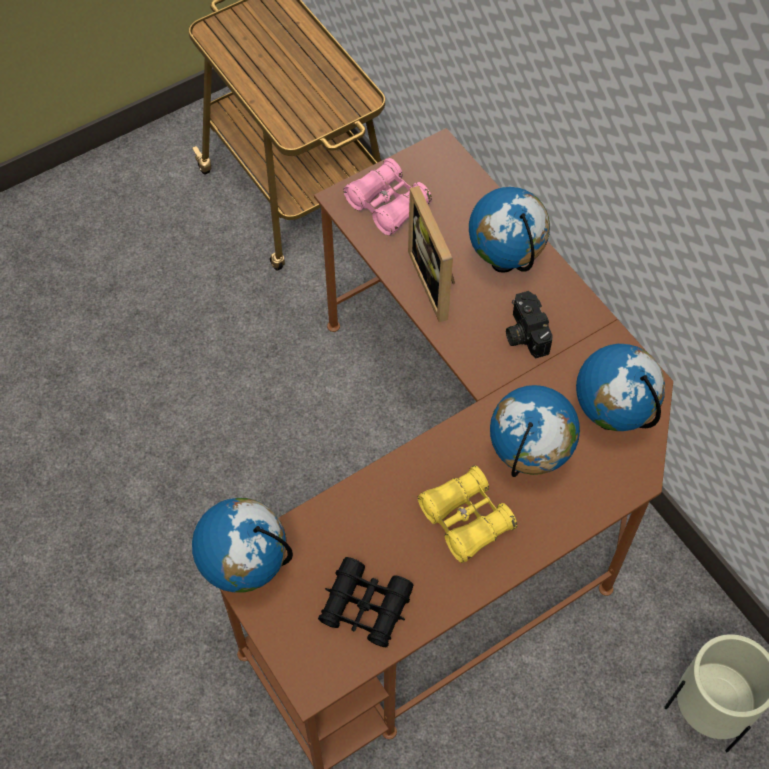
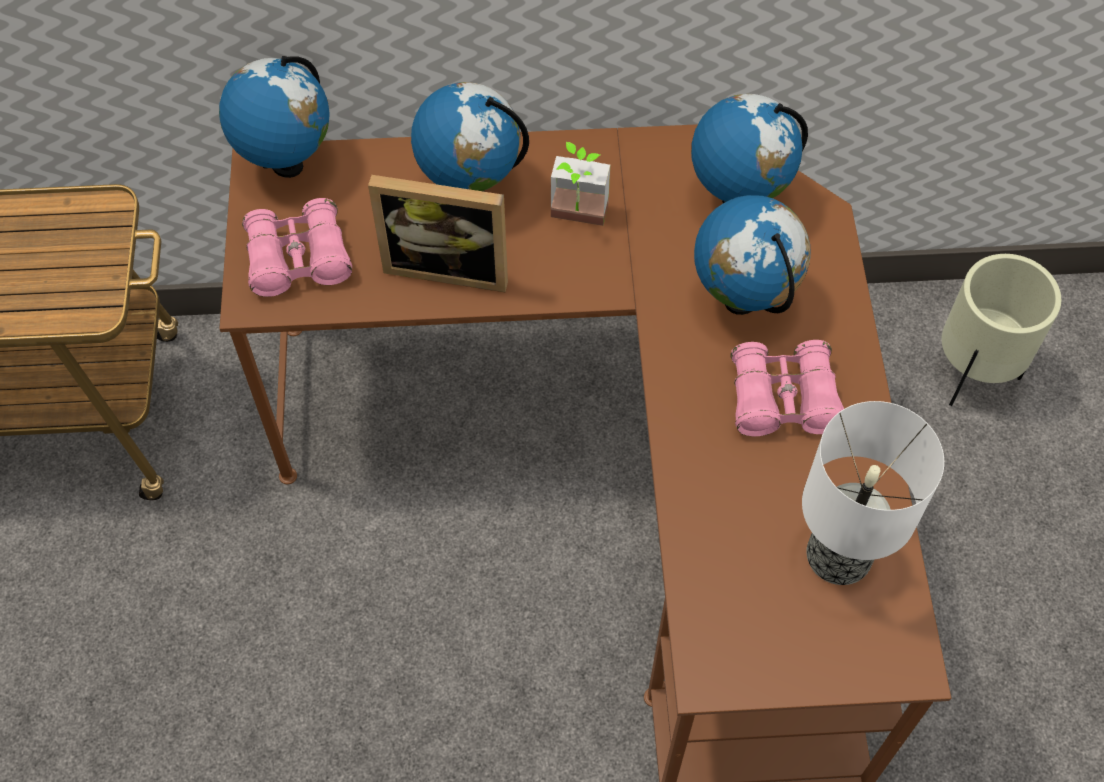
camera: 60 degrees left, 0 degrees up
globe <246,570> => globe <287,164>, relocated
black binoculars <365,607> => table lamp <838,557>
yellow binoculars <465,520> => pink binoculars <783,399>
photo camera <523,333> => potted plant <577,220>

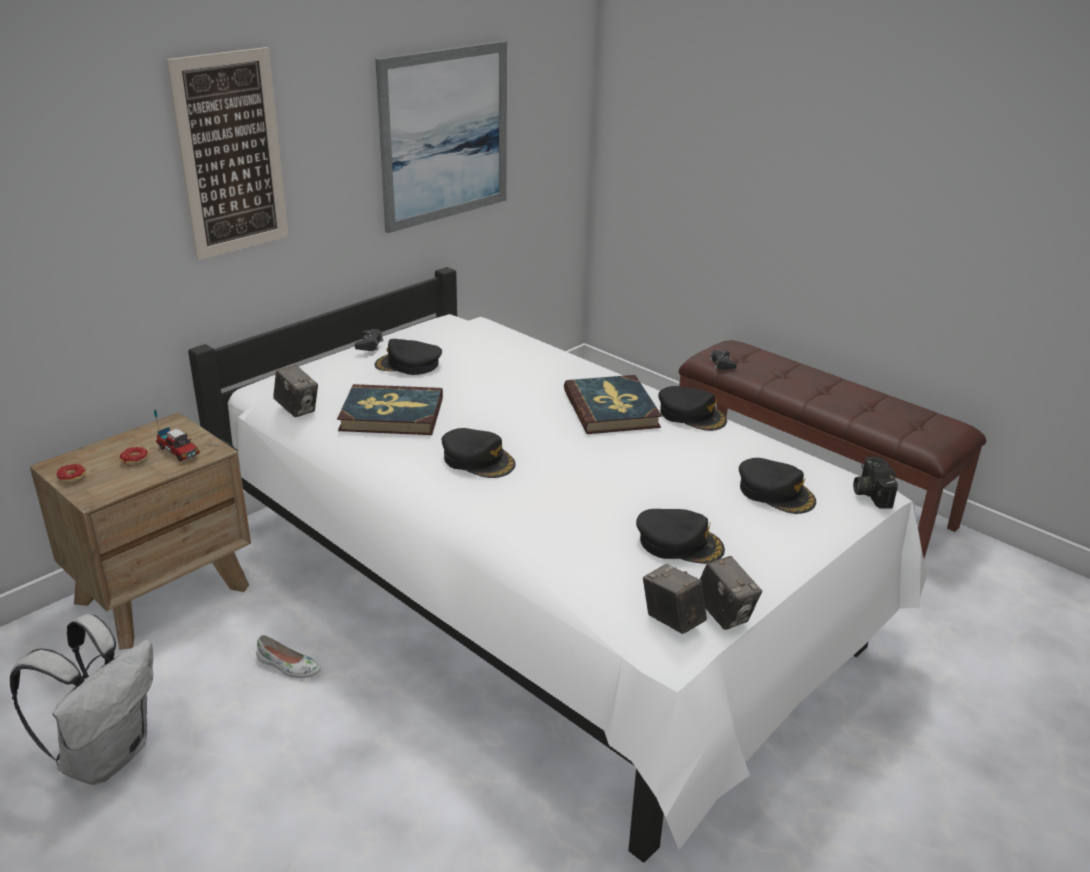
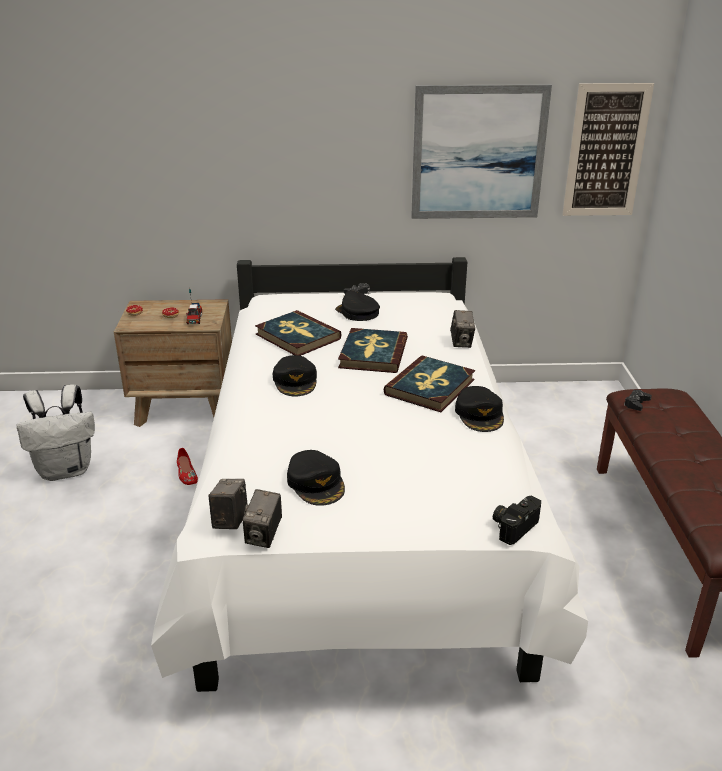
camera: 45 degrees right, 0 degrees up
picture <231,154> => picture <606,151>, relocated
white shoe <288,666> => red shoe <186,474>
photo camera <297,409> => photo camera <461,342>, relocated
black cap <776,493> => nothing
nothing => book <372,354>

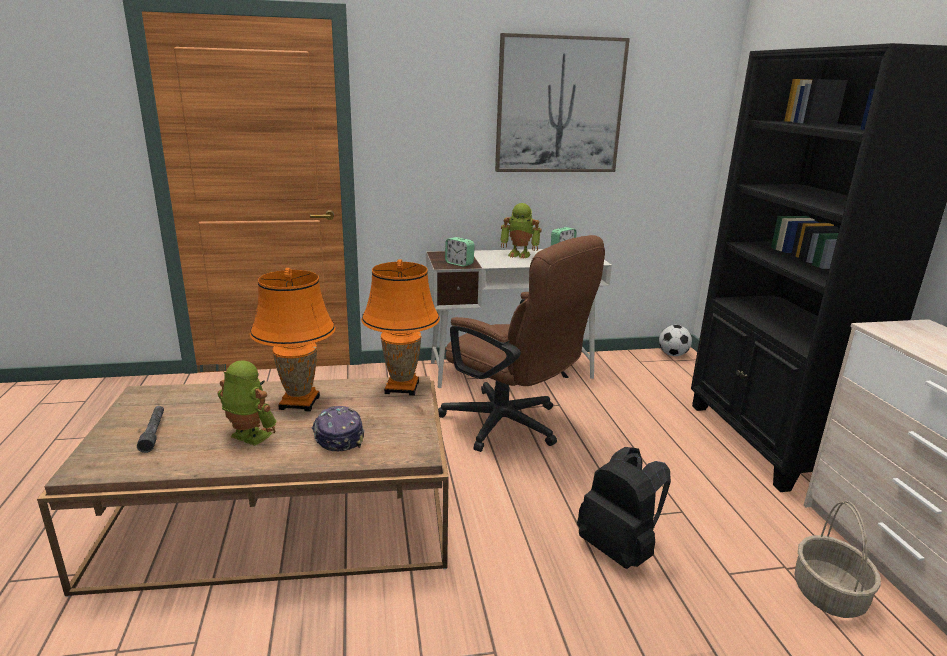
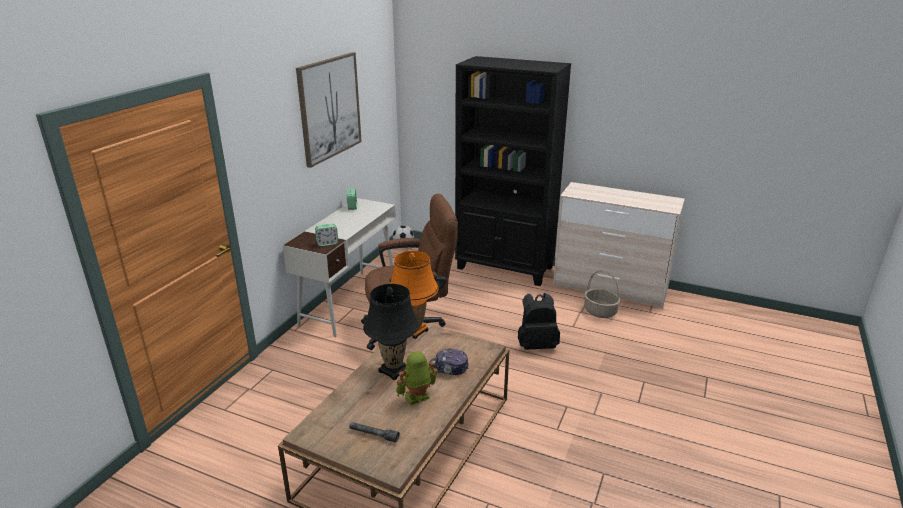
camera: 55 degrees left, 5 degrees up
orange table lamp <299,403> => black table lamp <394,371>
toy robot <519,254> => nothing

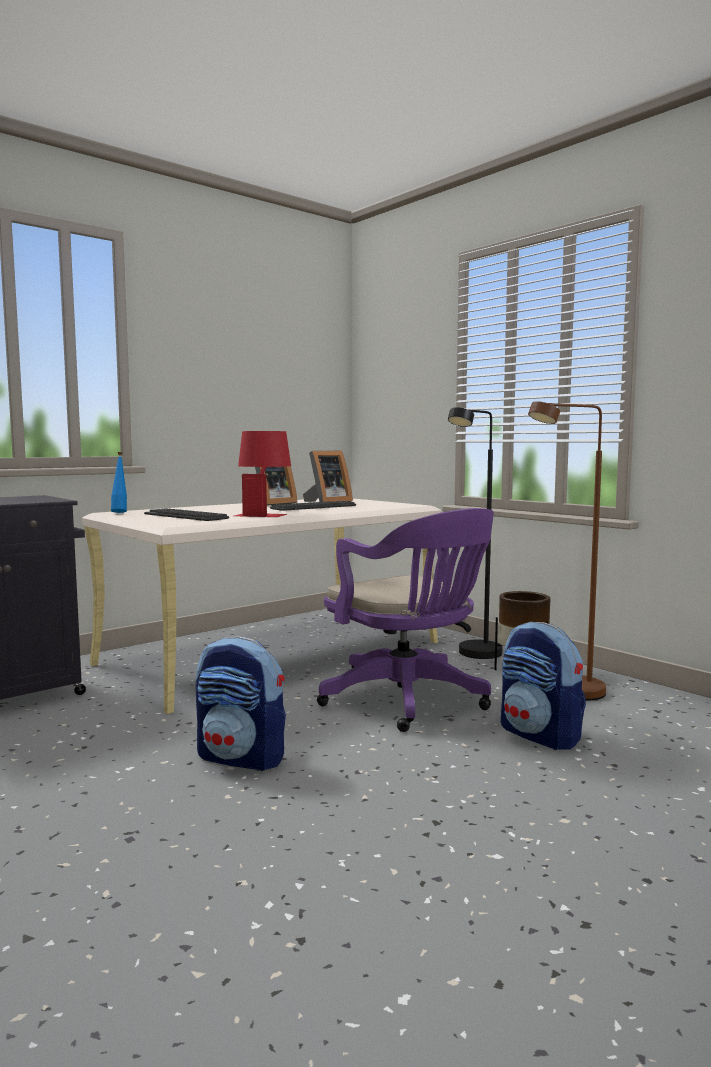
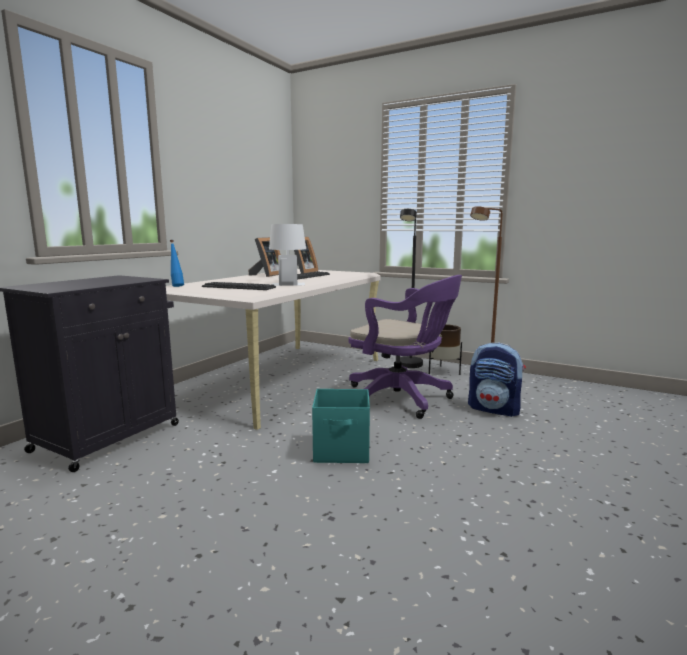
camera: 20 degrees left, 5 degrees up
backpack <242,758> => turquoise storage box <342,451>
red table lamp <264,514> => white table lamp <288,283>

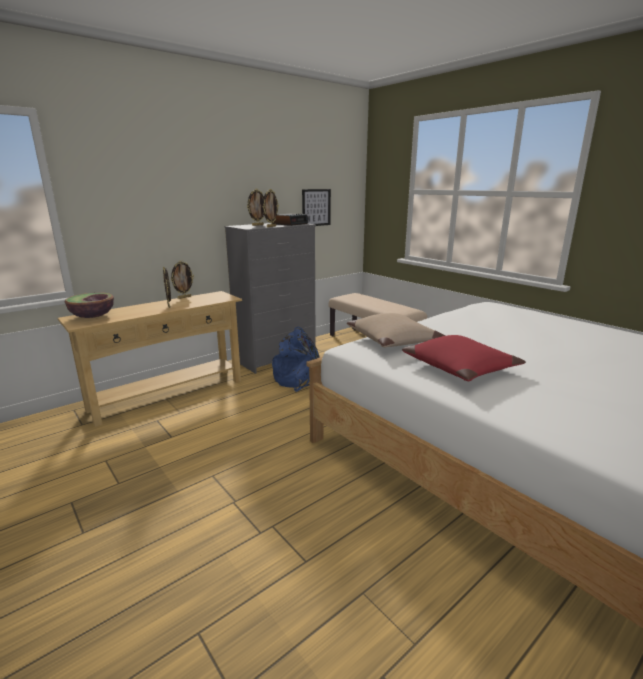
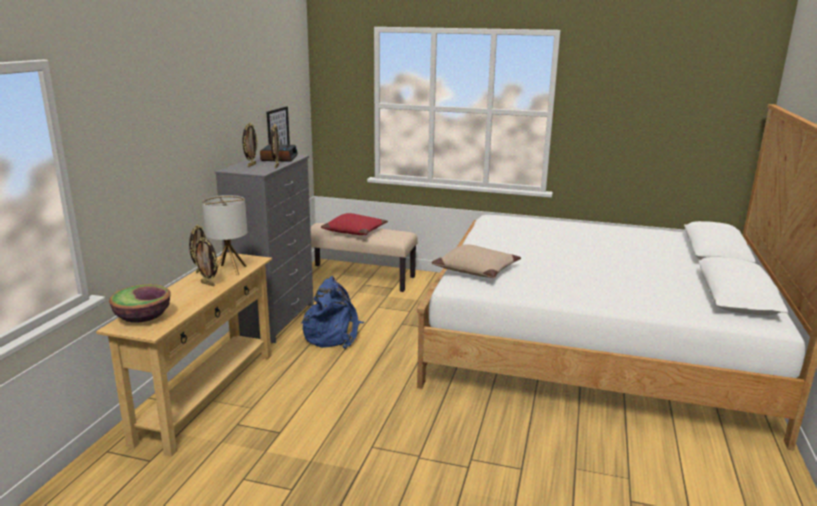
camera: 35 degrees left, 0 degrees up
red pillow <460,367> => red pillow <355,231>, relocated
nothing => table lamp <229,270>

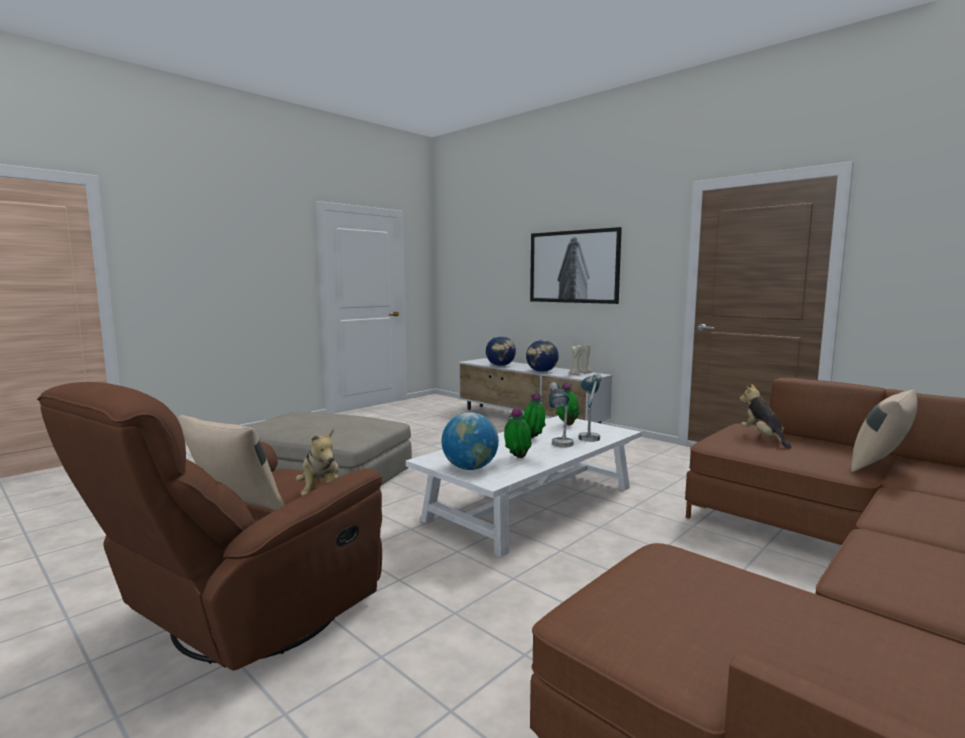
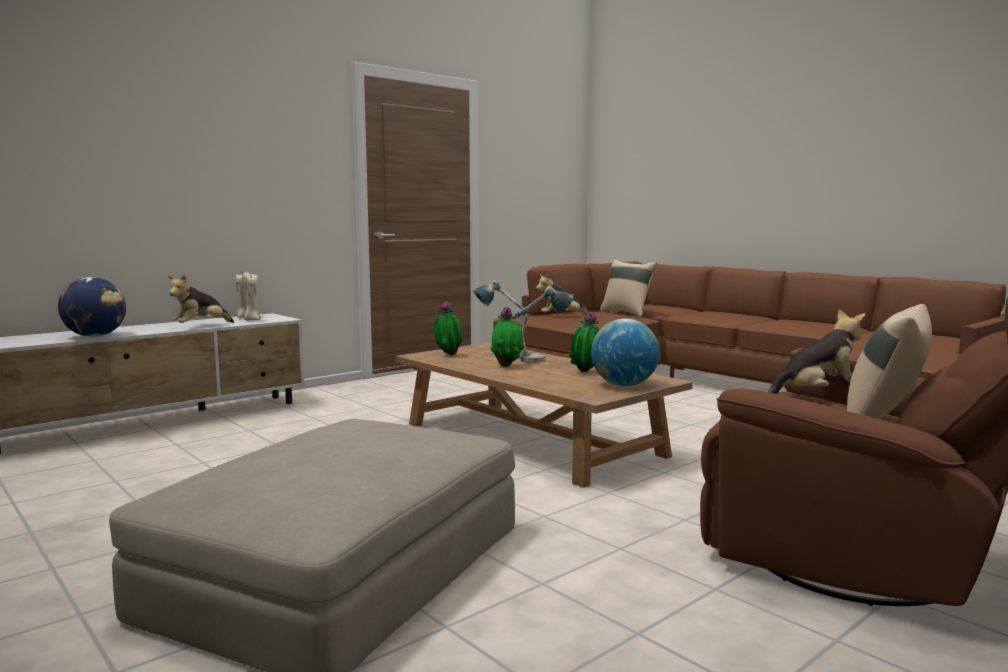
camera: 85 degrees left, 0 degrees up
white coffee table <533,503> => brown coffee table <532,439>
globe <542,371> => plush toy <201,326>
picture <574,266> => nothing

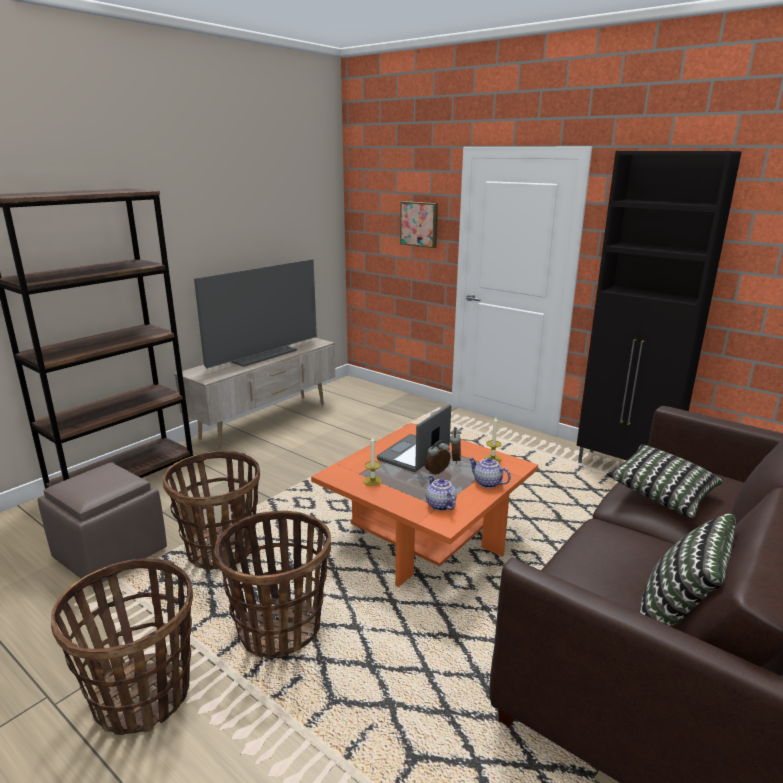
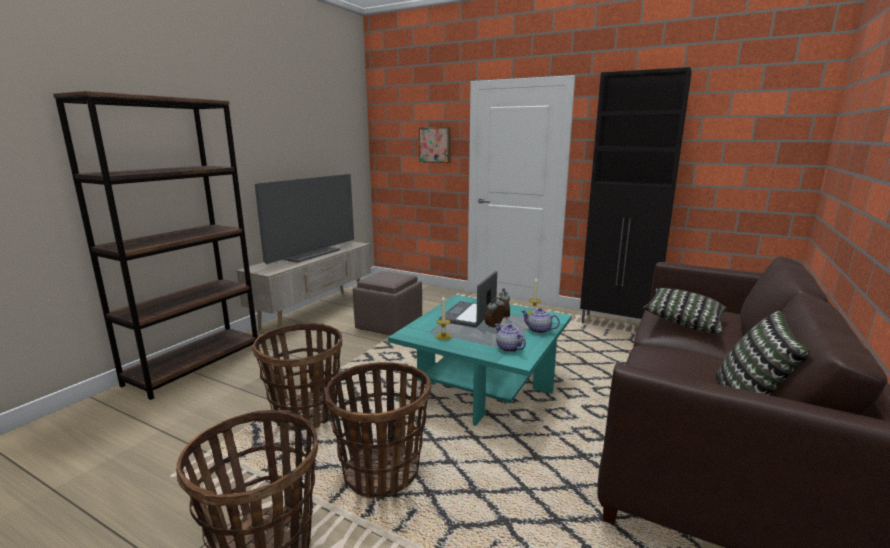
camera: 10 degrees left, 5 degrees down
brown ottoman <110,554> => brown ottoman <389,325>, relocated
orange coffee table <424,538> => turquoise coffee table <483,387>

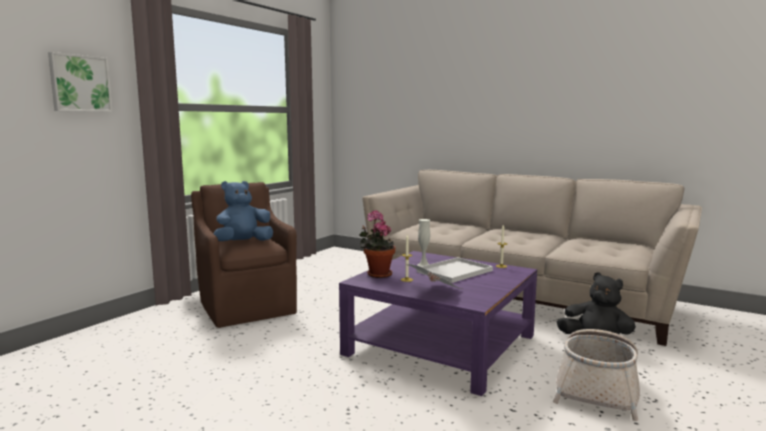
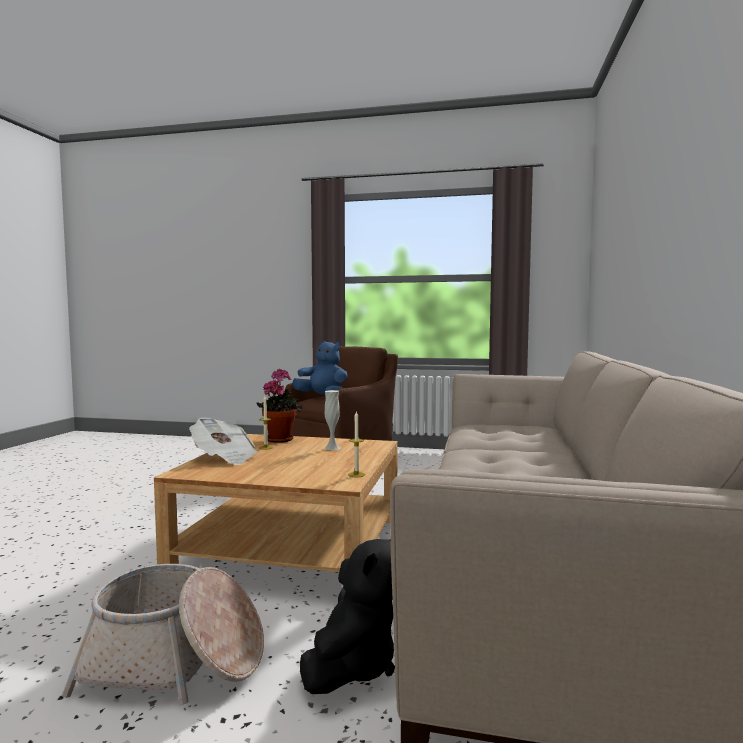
camera: 70 degrees right, 5 degrees down
picture <80,83> => nothing
purple coffee table <440,344> => beige coffee table <293,545>
white tray <454,271> => nothing

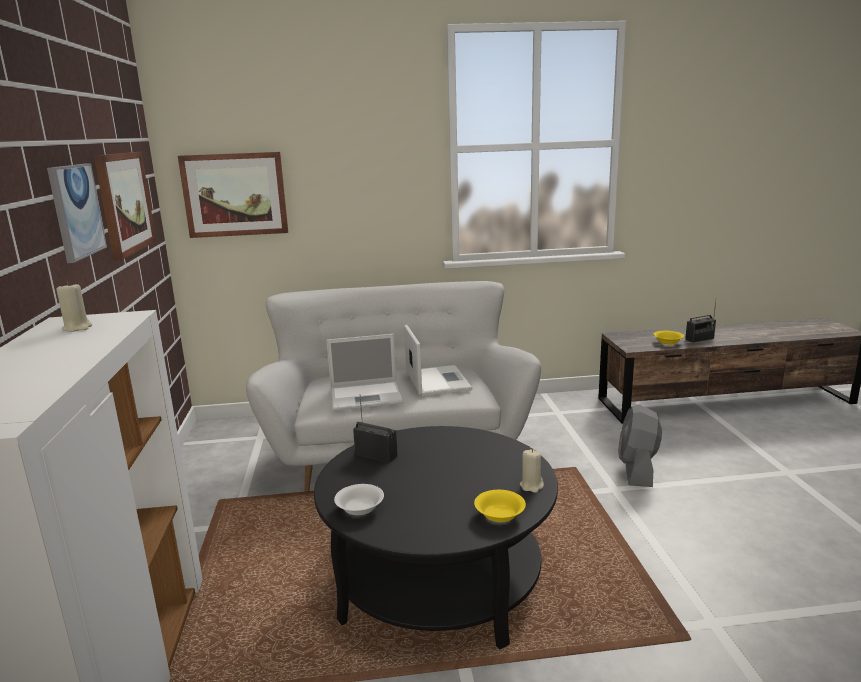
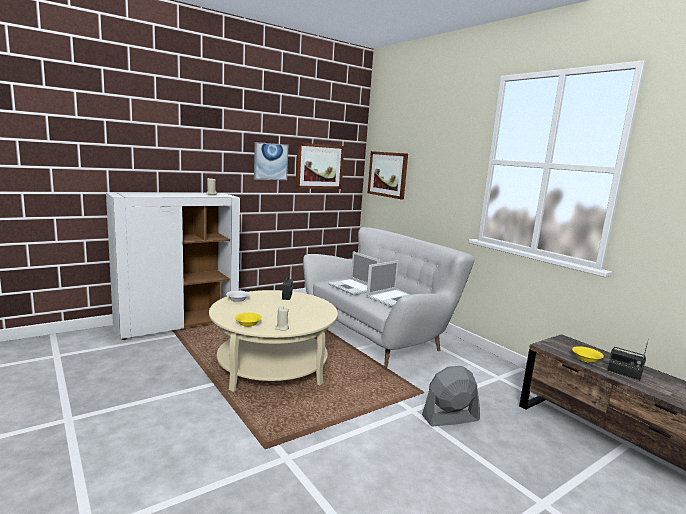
camera: 60 degrees right, 5 degrees down
black coffee table <439,579> => beige coffee table <272,367>

